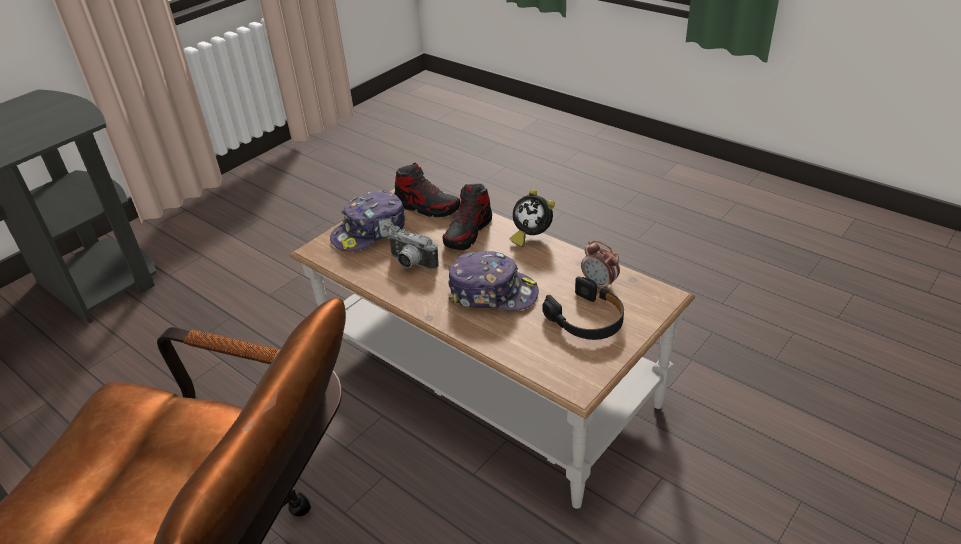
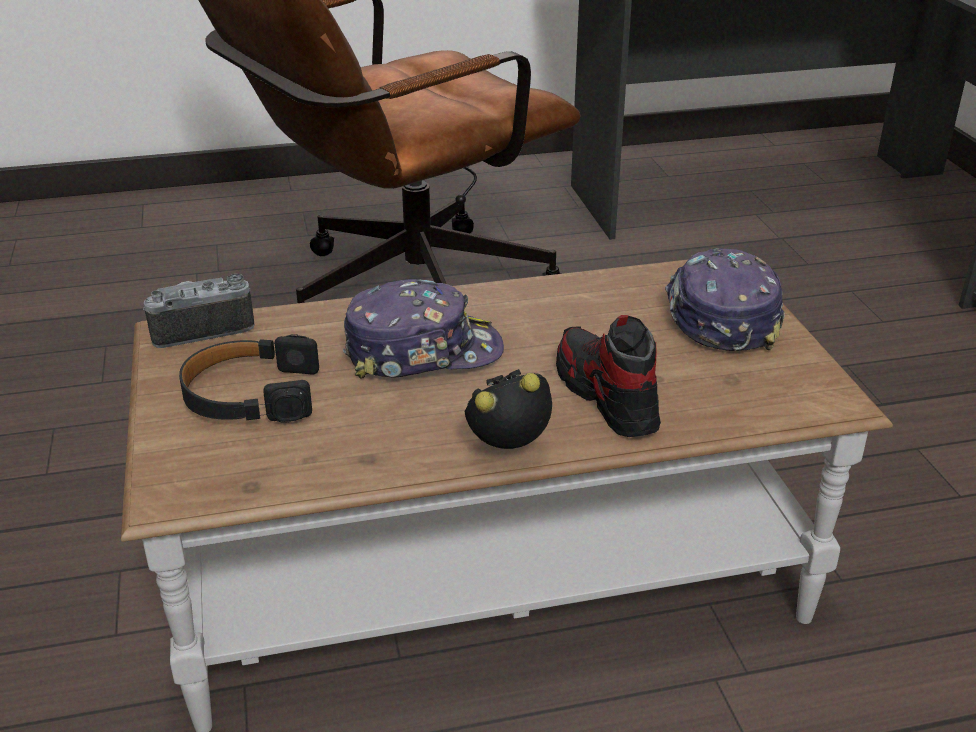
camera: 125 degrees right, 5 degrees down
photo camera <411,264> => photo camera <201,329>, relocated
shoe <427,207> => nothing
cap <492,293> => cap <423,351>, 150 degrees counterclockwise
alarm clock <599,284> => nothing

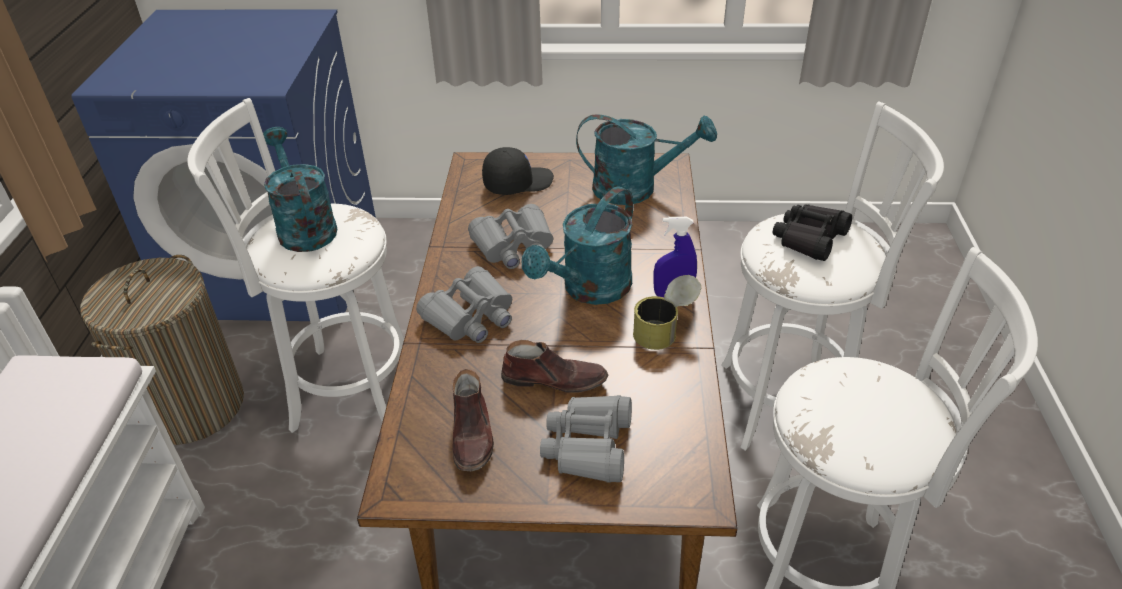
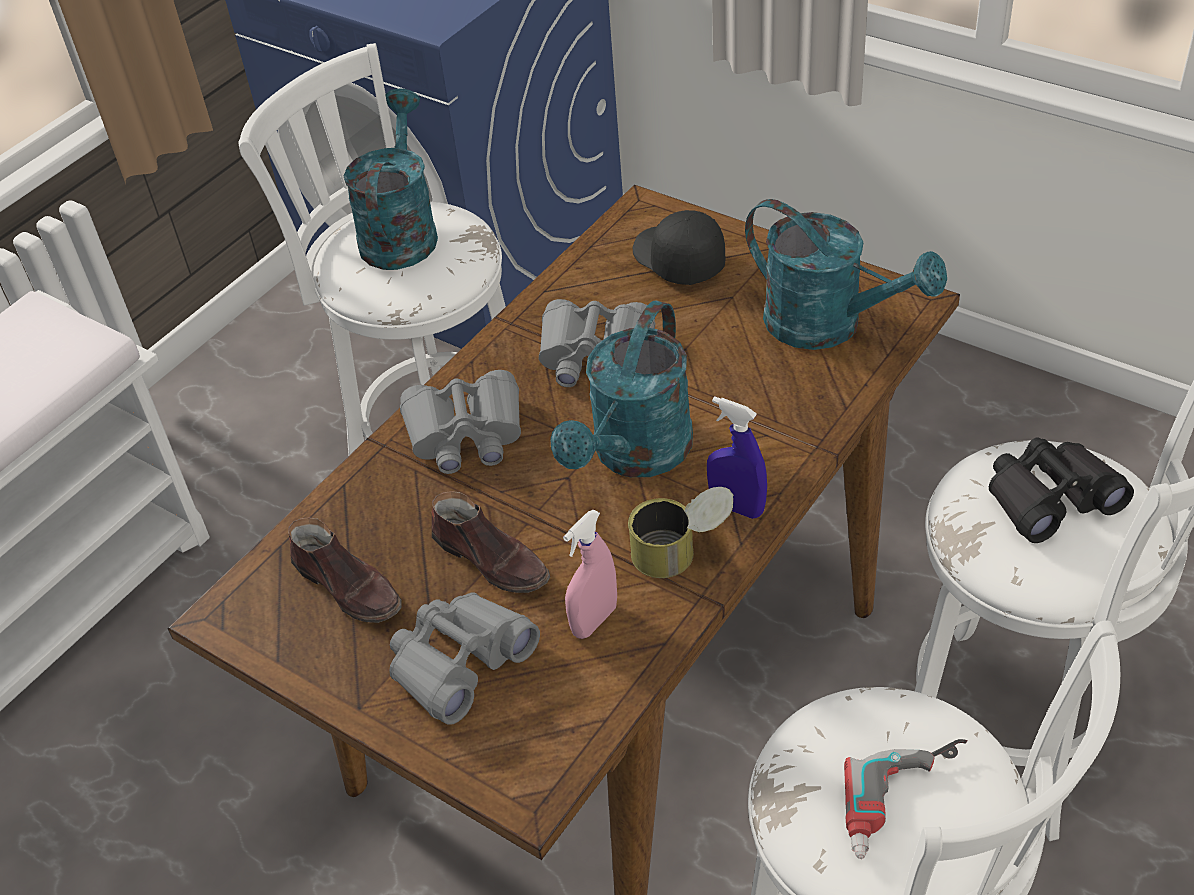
camera: 35 degrees right, 5 degrees up
laundry basket <192,406> => nothing
brown shoe <472,434> => brown shoe <349,587>, 75 degrees counterclockwise
black cap <517,182> => black cap <677,260>, 135 degrees counterclockwise
turquoise watering can <589,290> => turquoise watering can <635,456>, 45 degrees counterclockwise
nothing => pink spray bottle <594,620>
nothing => power drill <908,804>

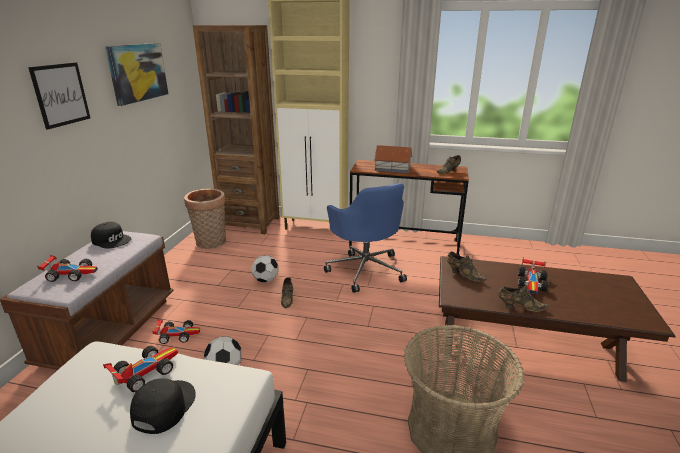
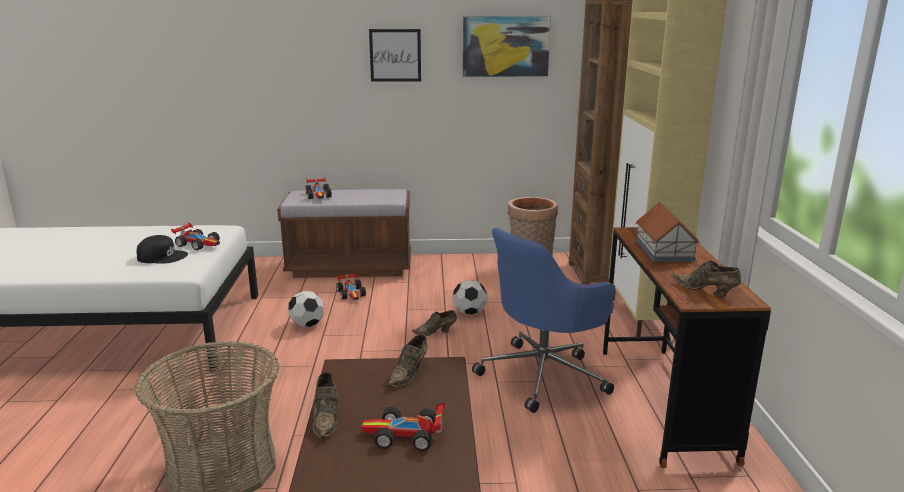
camera: 75 degrees right, 5 degrees down
black cap <112,240> => nothing

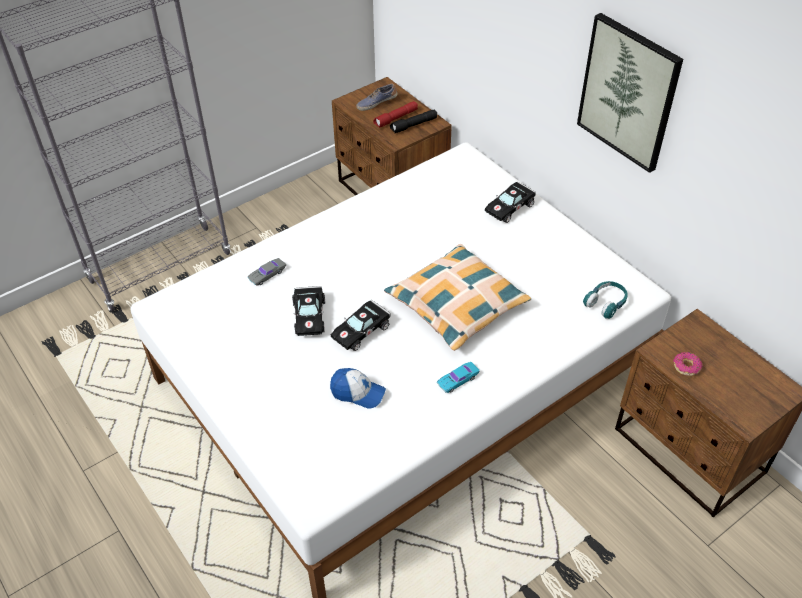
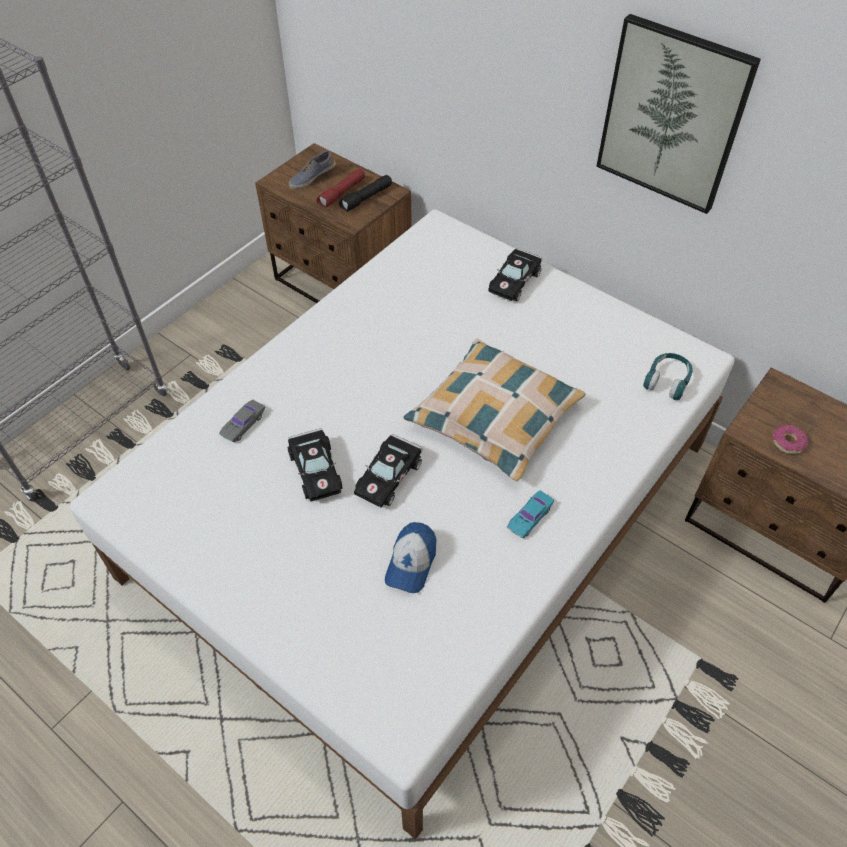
camera: 15 degrees left, 5 degrees up
cap <357,392> => cap <411,563>, 105 degrees clockwise

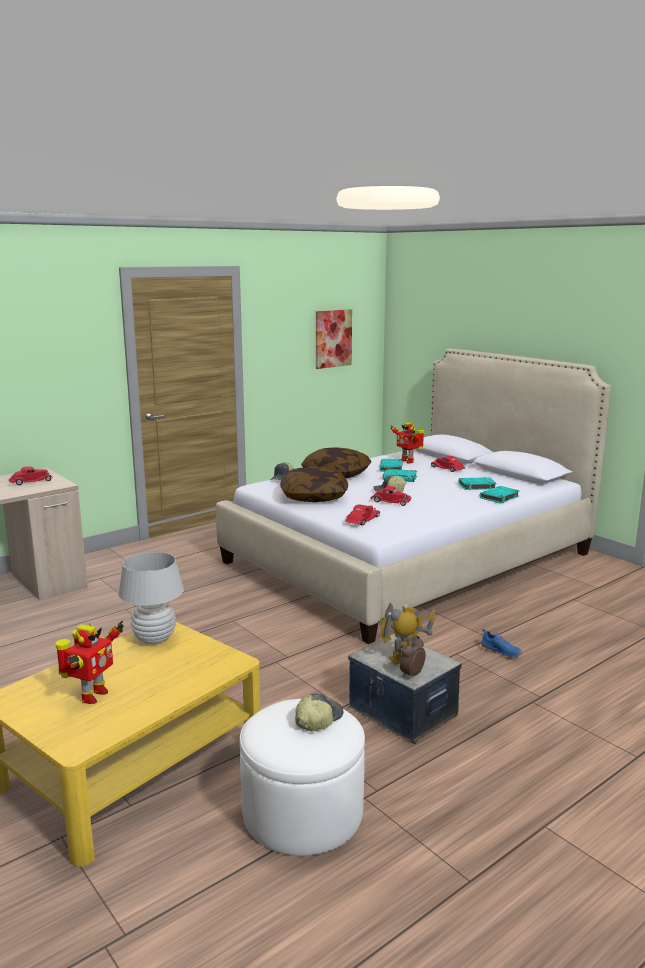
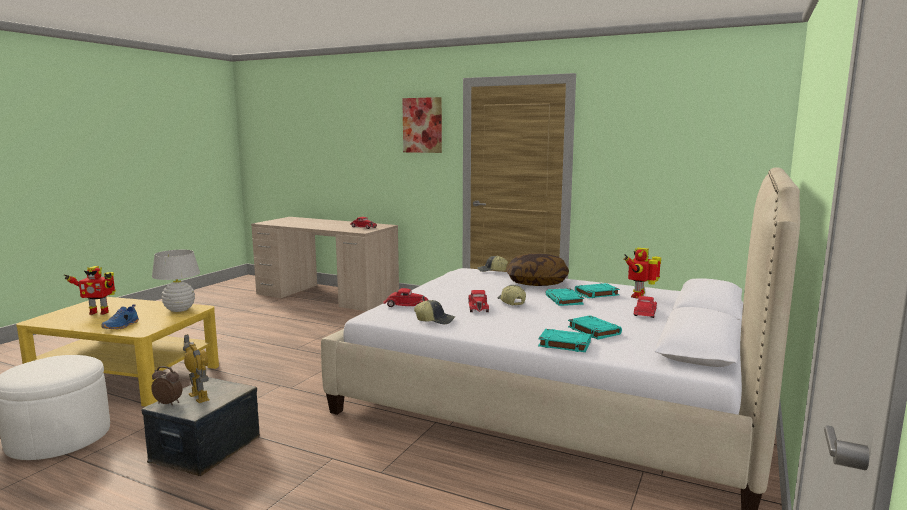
camera: 65 degrees right, 5 degrees down
pillow <314,496> => nothing
cap <318,719> => cap <435,320>, relocated
picture <333,338> => picture <422,125>, relocated
blue shoe <501,652> => blue shoe <121,326>, relocated

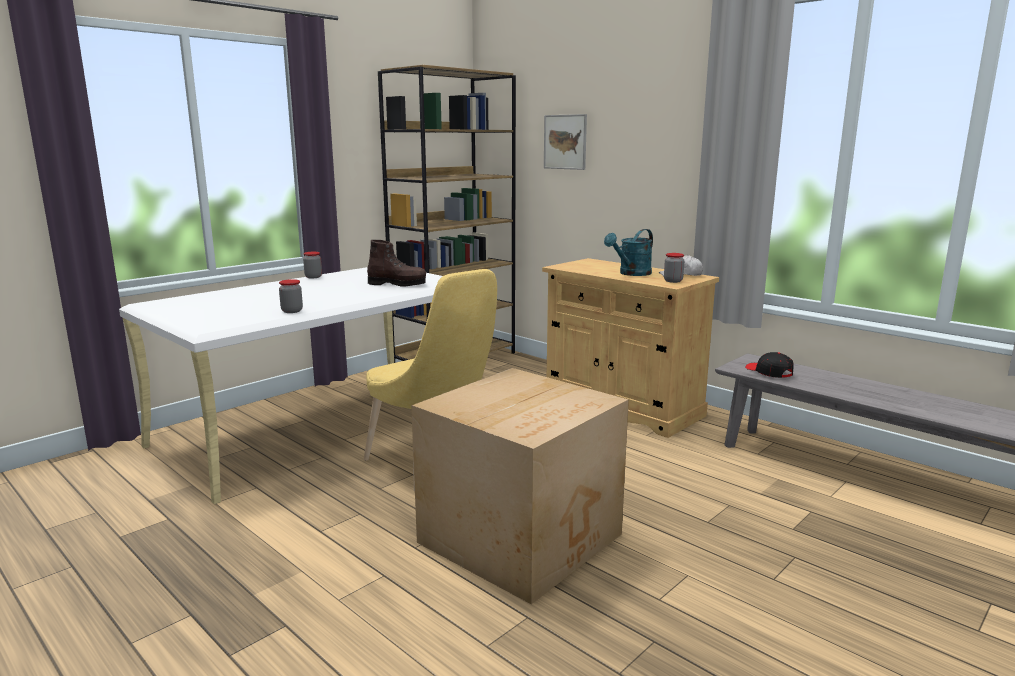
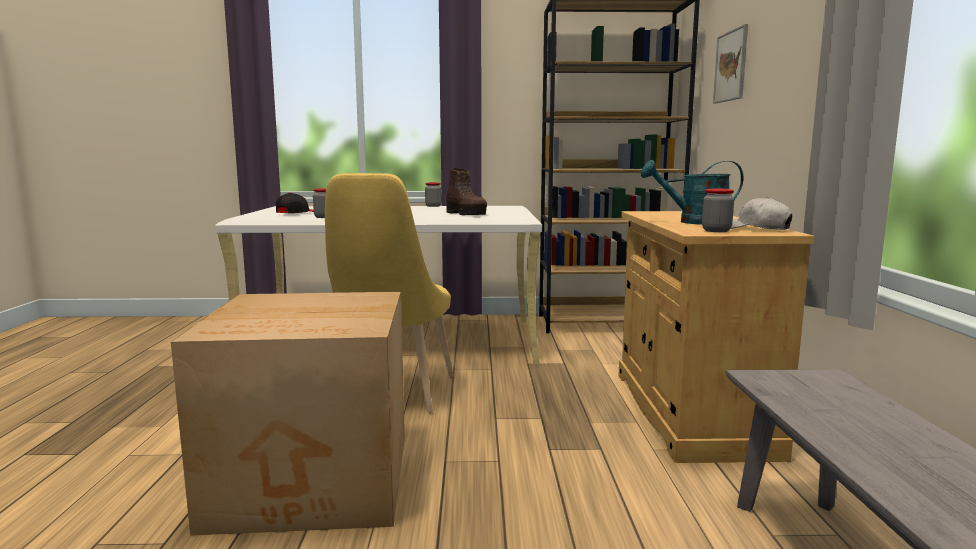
camera: 45 degrees right, 5 degrees down
black cap <769,372> => black cap <296,213>, relocated

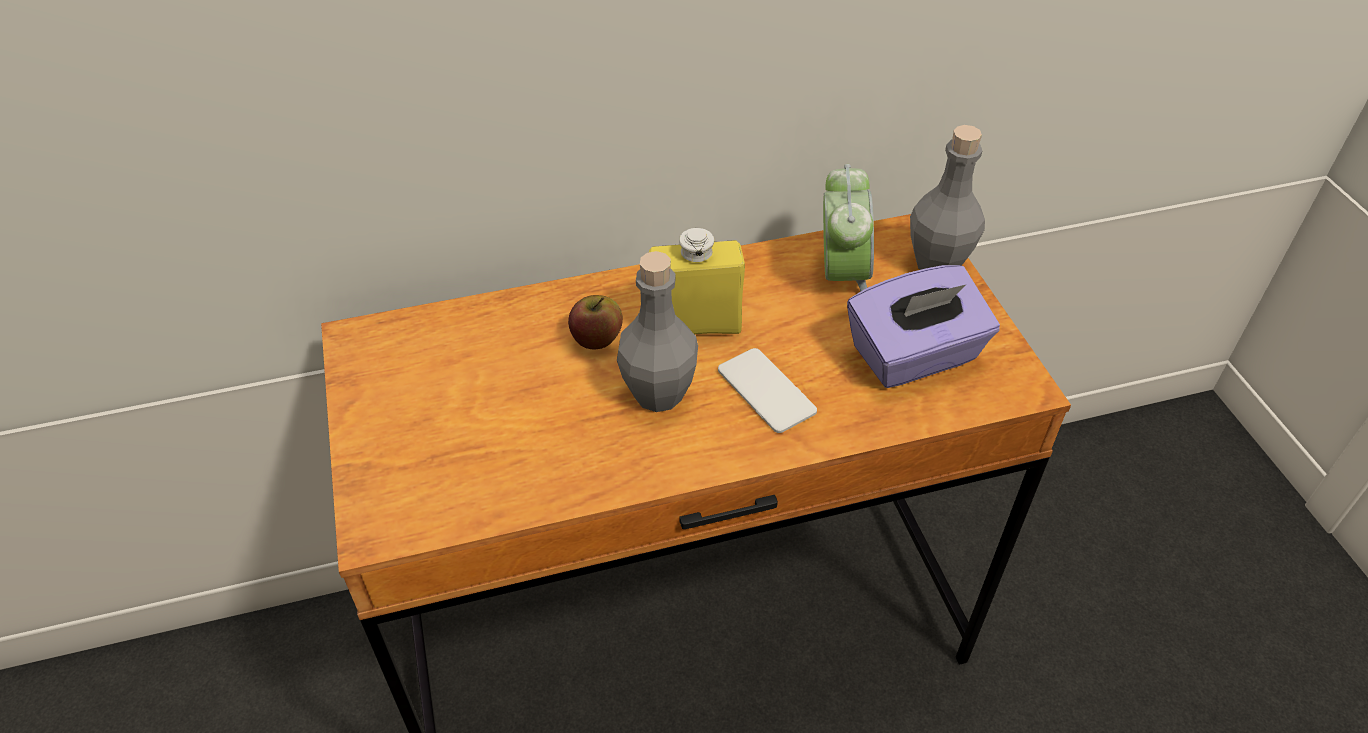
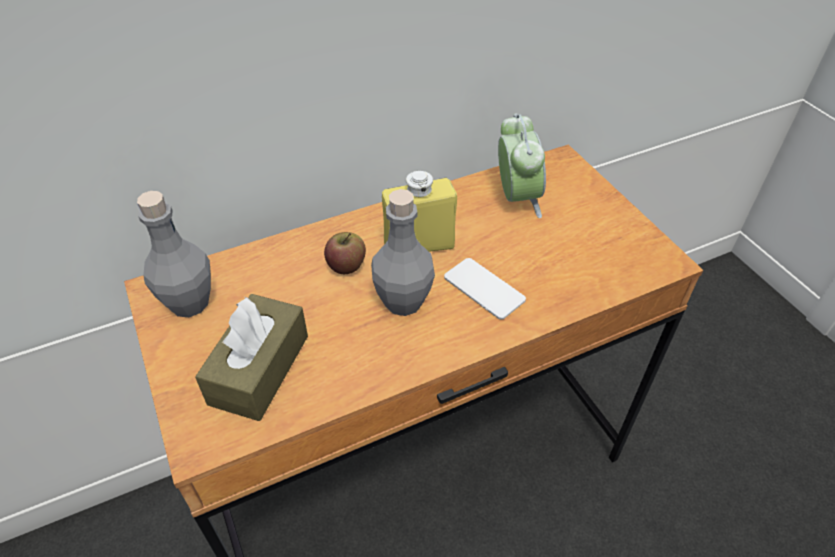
camera: 10 degrees left, 0 degrees up
purple tissue box <915,356> => nothing
grey bottle <937,264> => grey bottle <189,303>, relocated
nothing => brown tissue box <259,369>

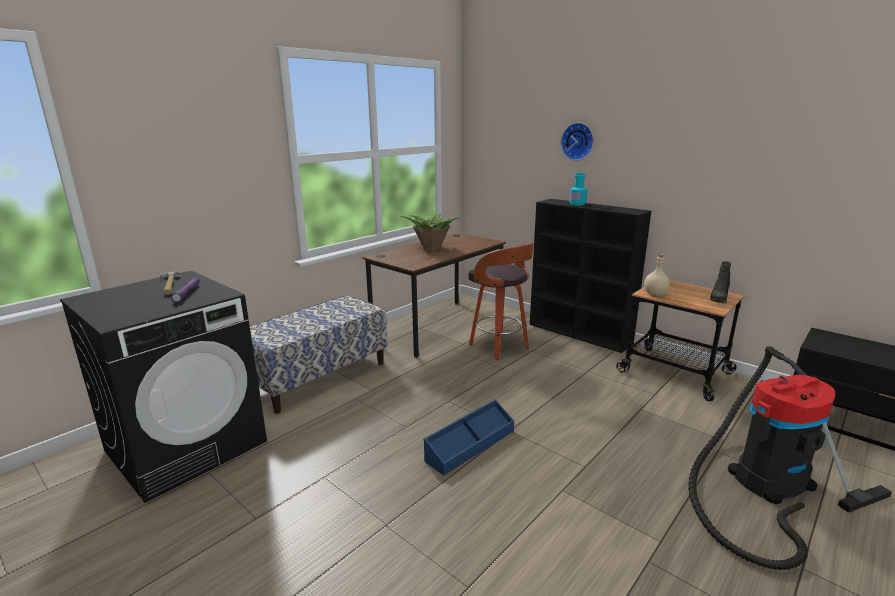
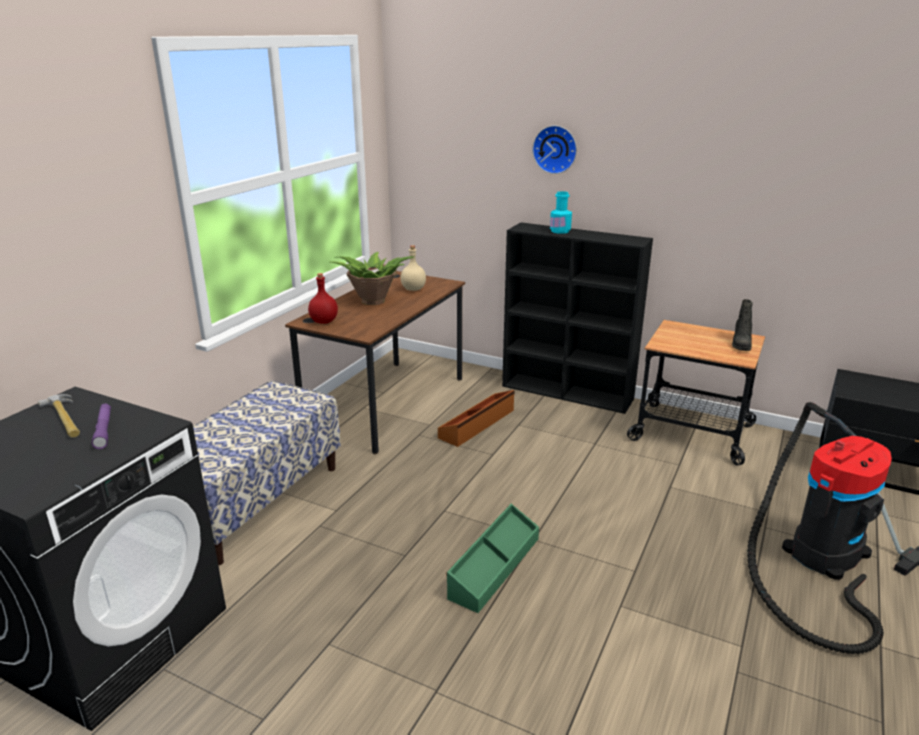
camera: 15 degrees left, 5 degrees up
blue storage box <470,445> => green storage box <493,566>
stool <500,347> => brown storage box <478,424>
beige bottle <655,294> => beige bottle <414,289>, relocated
nothing => red bottle <323,322>

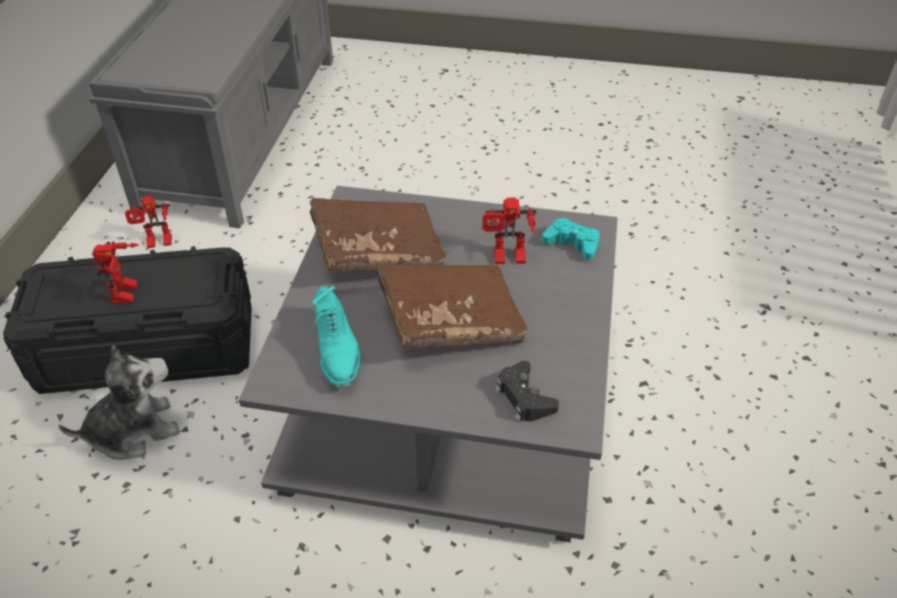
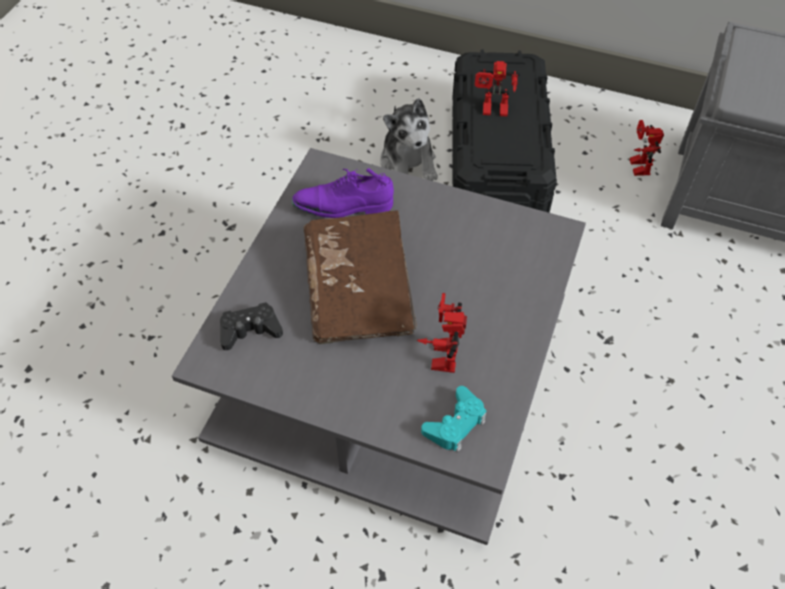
camera: 100 degrees right, 10 degrees up
brown book <378,252> => nothing
turquoise shoe <337,351> => purple shoe <343,207>

